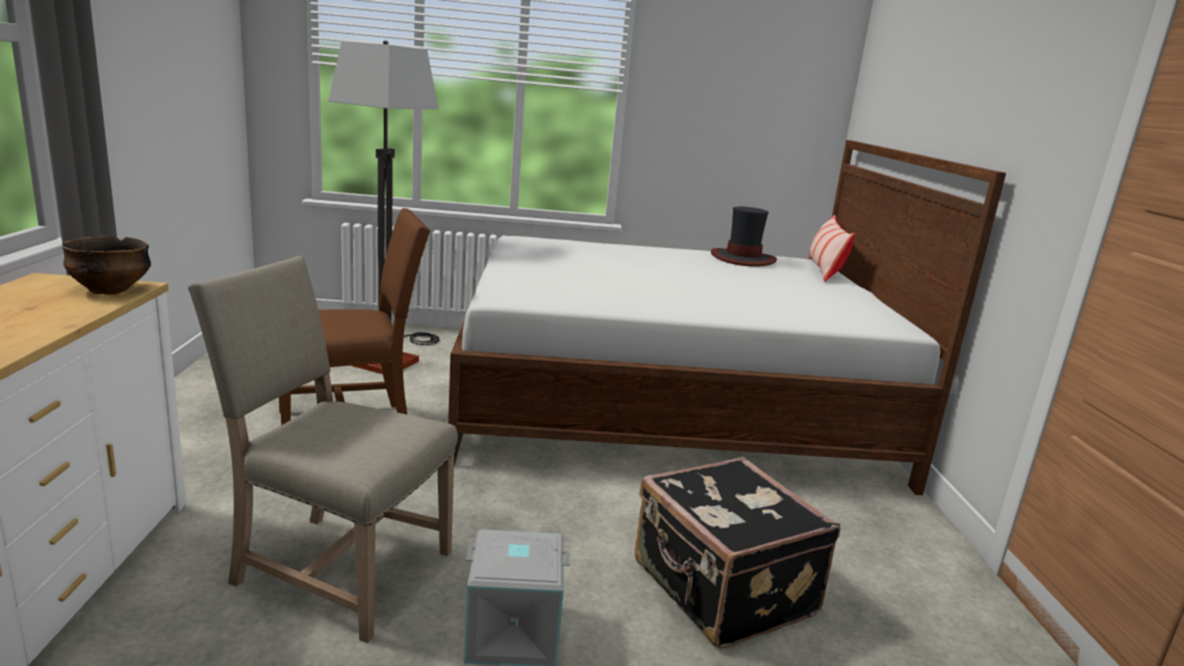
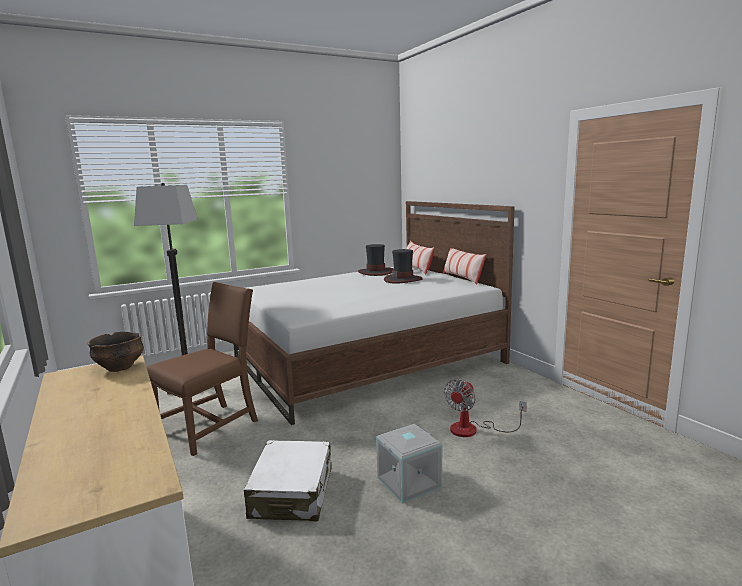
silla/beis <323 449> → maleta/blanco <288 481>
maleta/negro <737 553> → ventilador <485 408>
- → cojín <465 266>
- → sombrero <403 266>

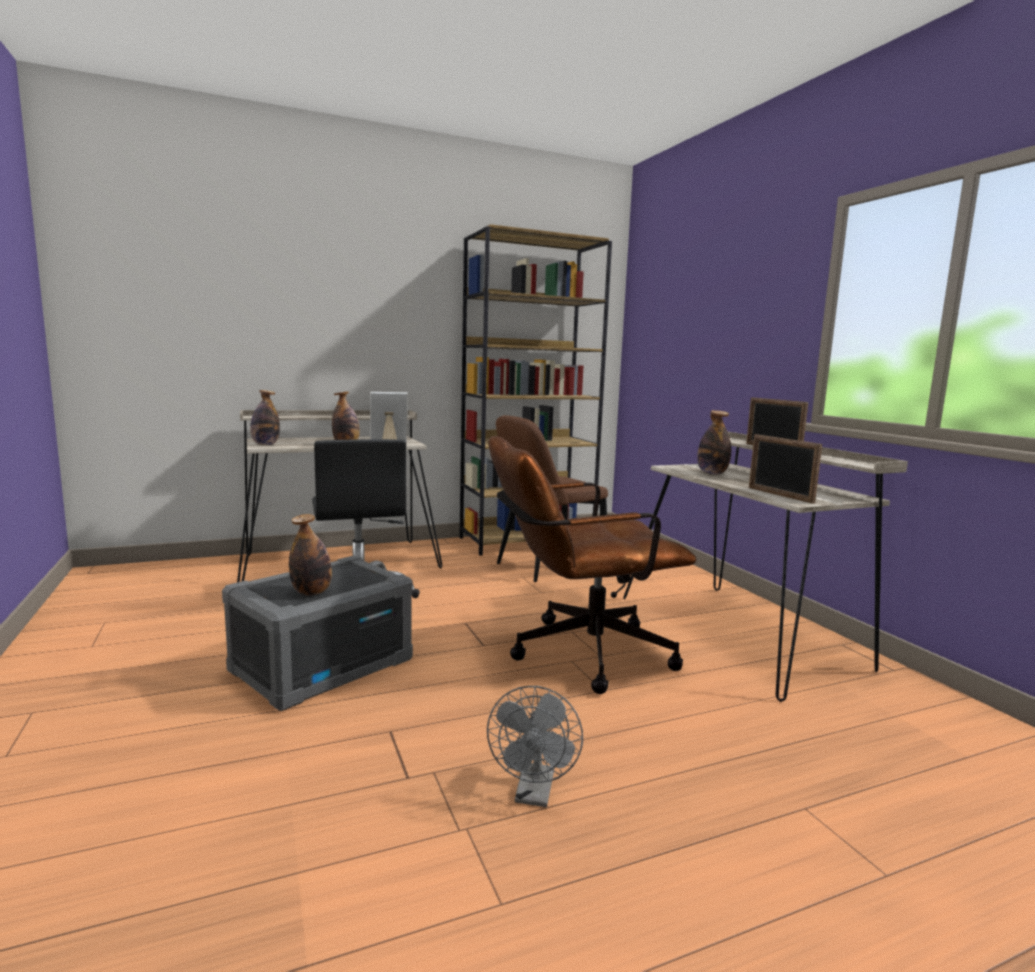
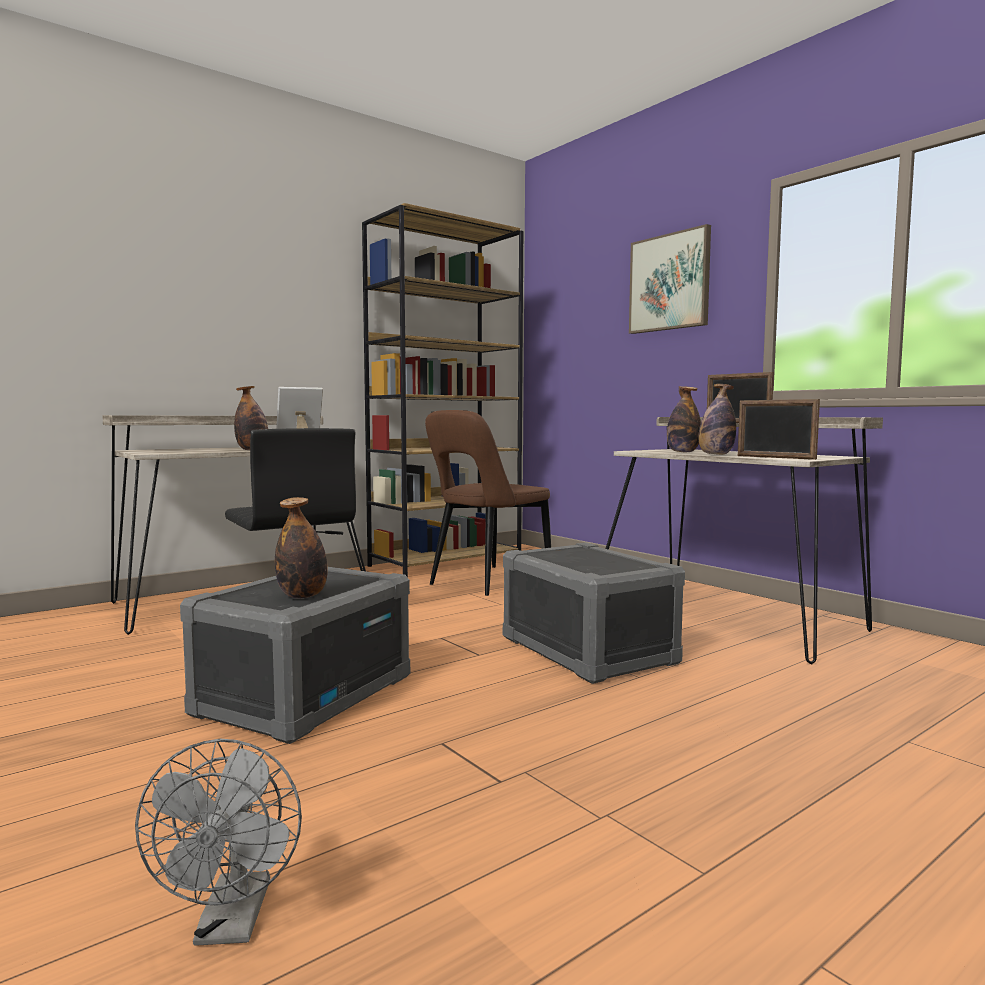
botella <265 417> → botella <717 419>, relocated
silla de oficina/marrón <592 565> → caja de almacenaje/gris <594 613>
ventilador/gris <535 746> → ventilador/gris <218 842>, relocated
- → cuadro <670 279>

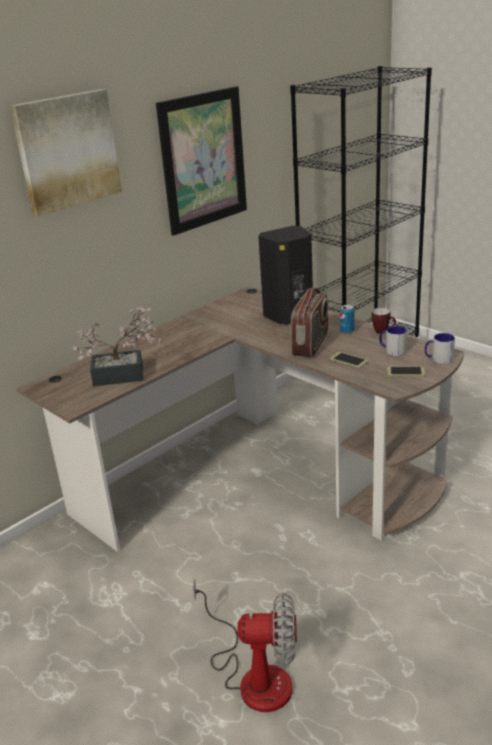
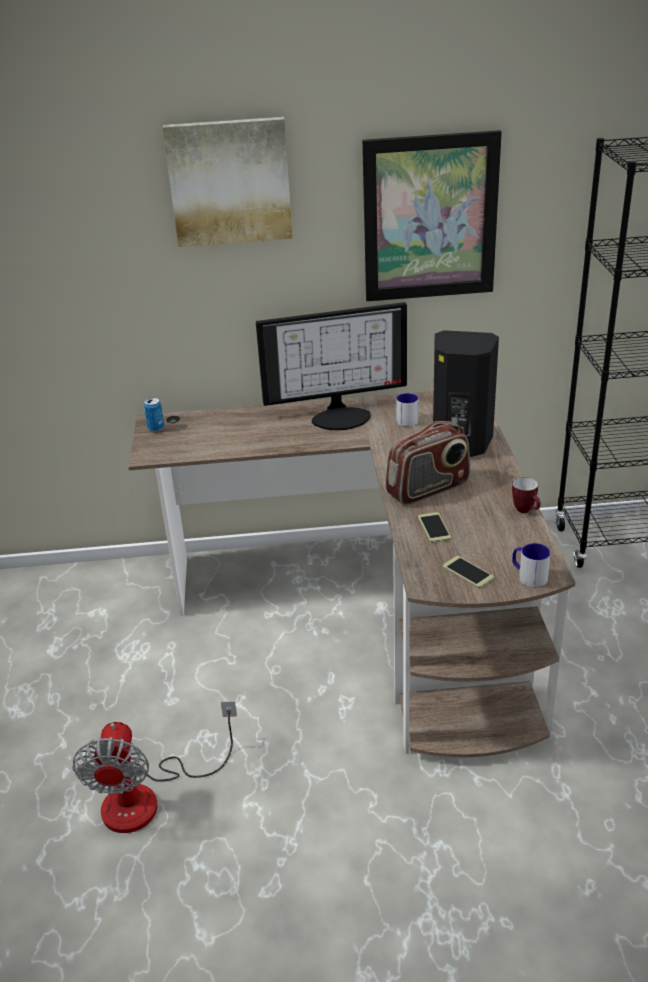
lata <347 319> → lata <154 414>, relocated
planta en maceta <117 346> → -
taza grande <393 341> → taza grande <407 410>, relocated
ventilador <245 645> → ventilador <154 767>, 45 degrees clockwise
- → monitor <331 366>

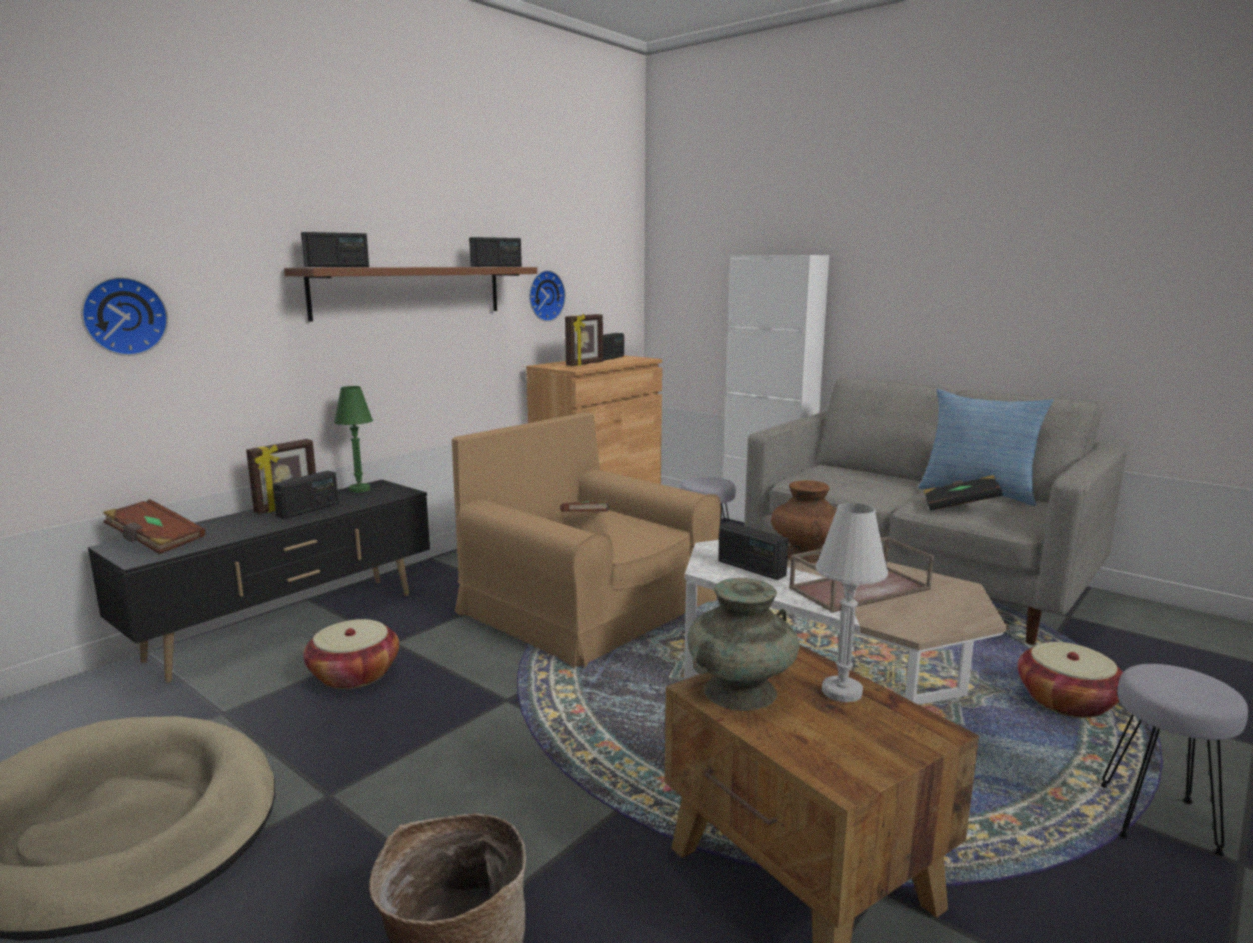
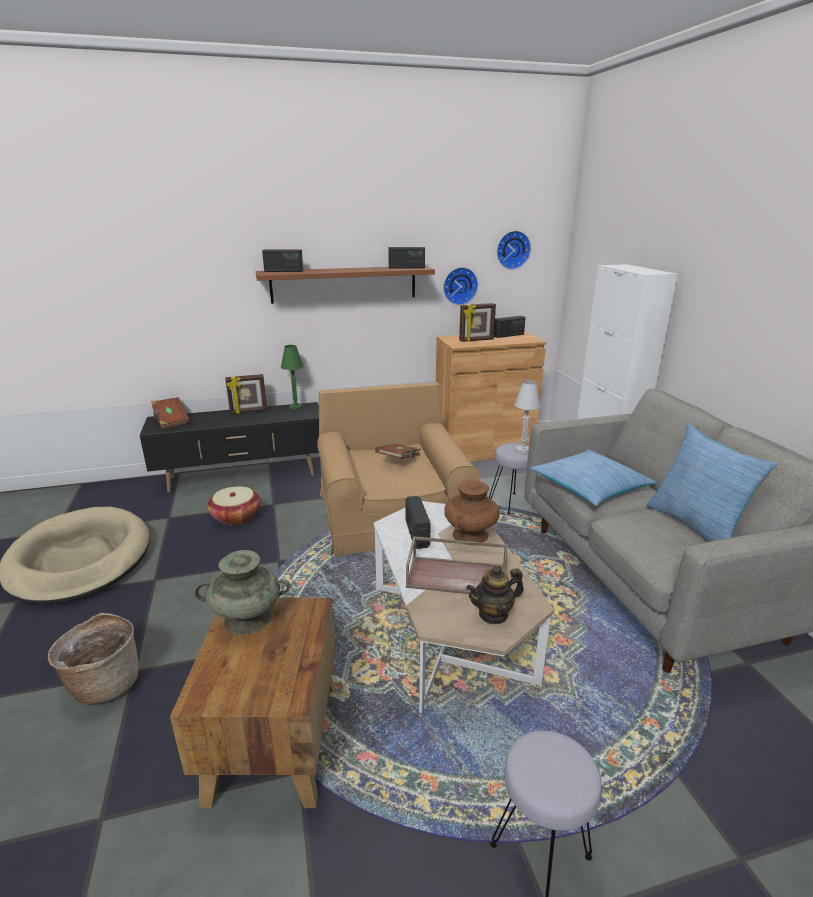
reloj de pared <124 316> → reloj de pared <514 250>, relocated
radio <306 494> → -
libro/negro <963 493> → -
lámpara de mesa/blanco <851 602> → lámpara de mesa/blanco <527 417>, relocated
cesta <1070 680> → -
- → cojín <593 477>
- → tetera <495 595>

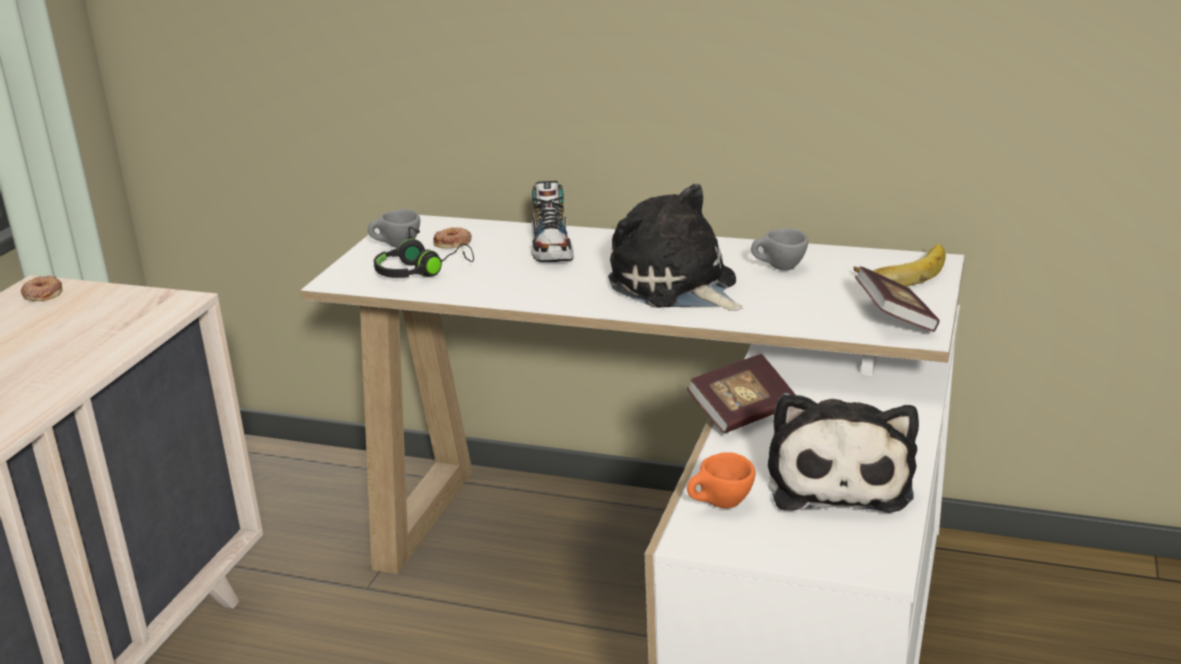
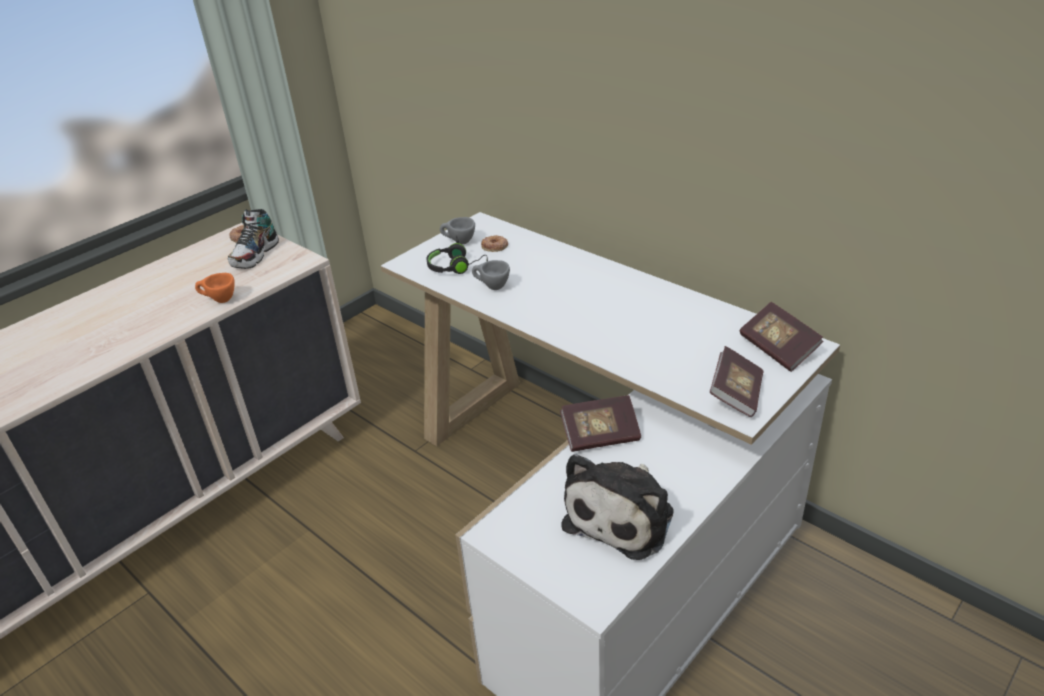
zapato <552 221> → zapato <253 239>, relocated
peluche <675 247> → -
taza/gris <779 249> → taza/gris <491 275>, relocated
plátano <900 265> → libro <781 337>
taza/naranja <721 480> → taza/naranja <215 288>, relocated

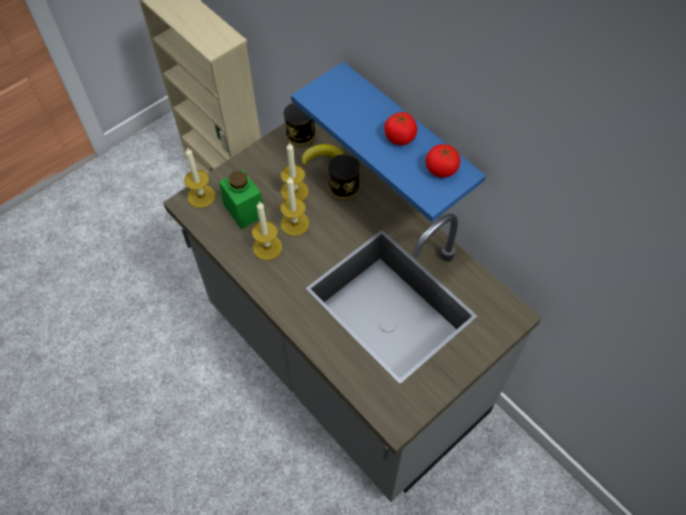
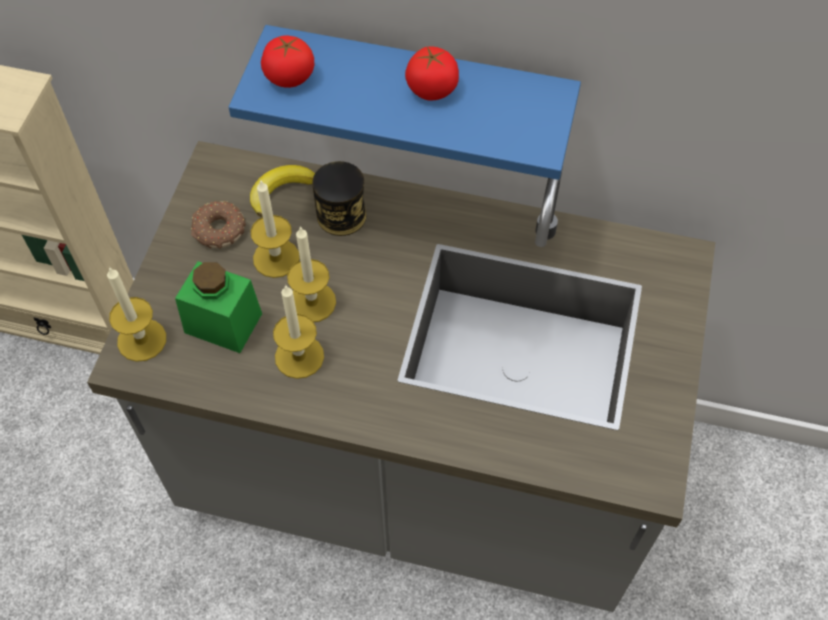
lata <299 124> → -
tomate <443 161> → tomate <287 61>, relocated
- → rosquilla <218 225>

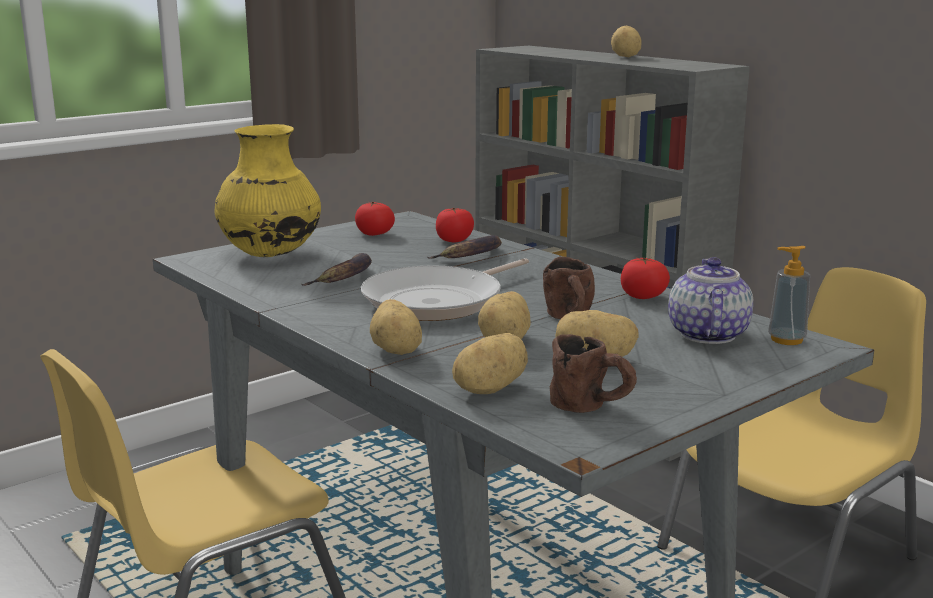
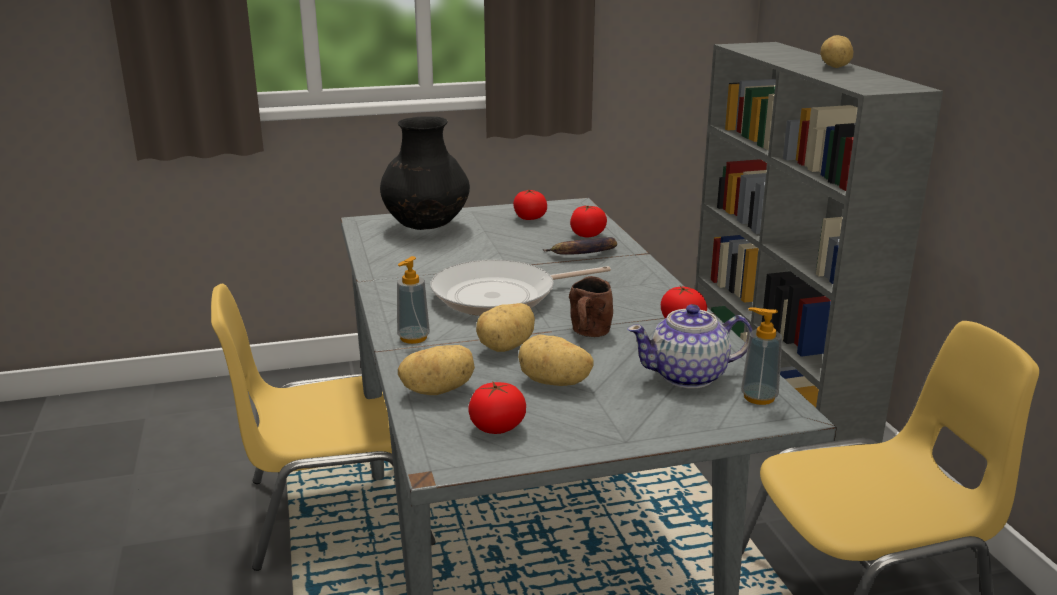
florero/amarillo <268 190> → florero/negro <425 173>
plátano <336 269> → -
tetera <711 300> → tetera <689 346>, 135 degrees counterclockwise
patata <396 327> → dispensador de jabón <413 300>
taza grande/marrón <593 373> → tomate <497 408>

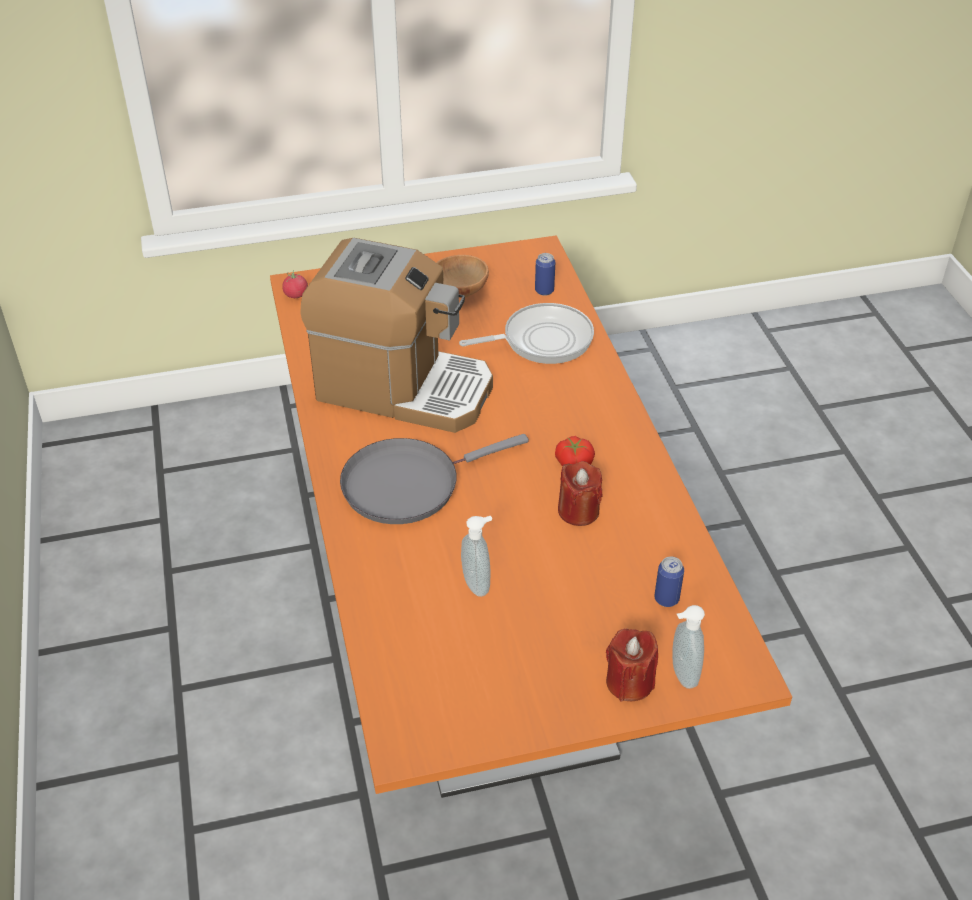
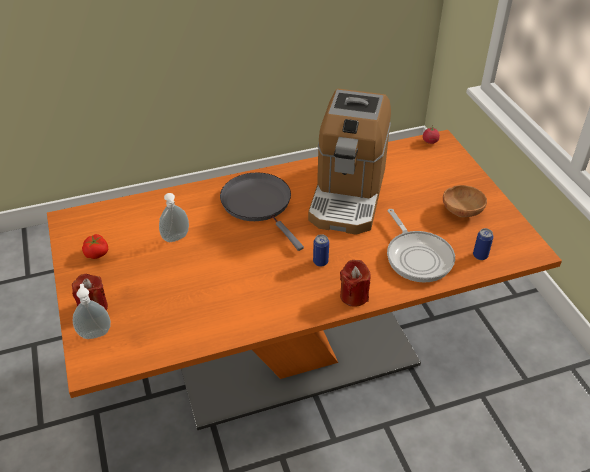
tomate <575 451> → tomate <95 246>, relocated
vela/rojo <580 493> → vela/rojo <355 283>, relocated
lata <669 582> → lata <321 250>, relocated

